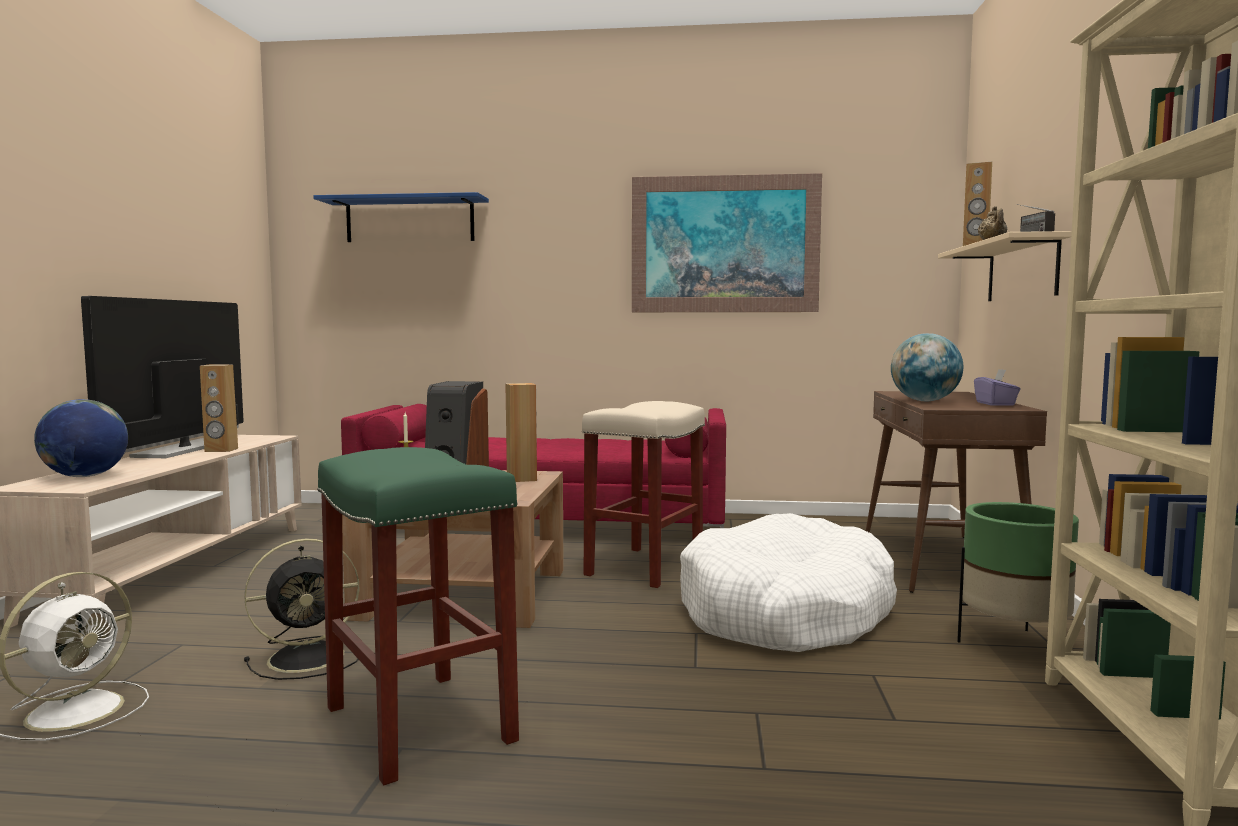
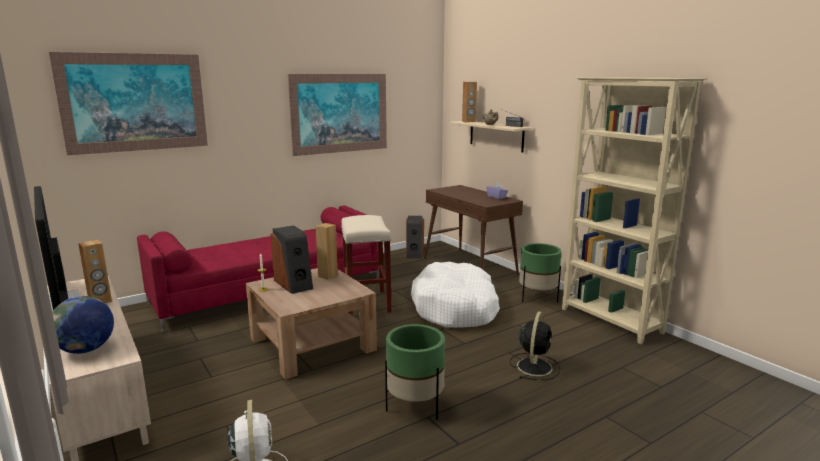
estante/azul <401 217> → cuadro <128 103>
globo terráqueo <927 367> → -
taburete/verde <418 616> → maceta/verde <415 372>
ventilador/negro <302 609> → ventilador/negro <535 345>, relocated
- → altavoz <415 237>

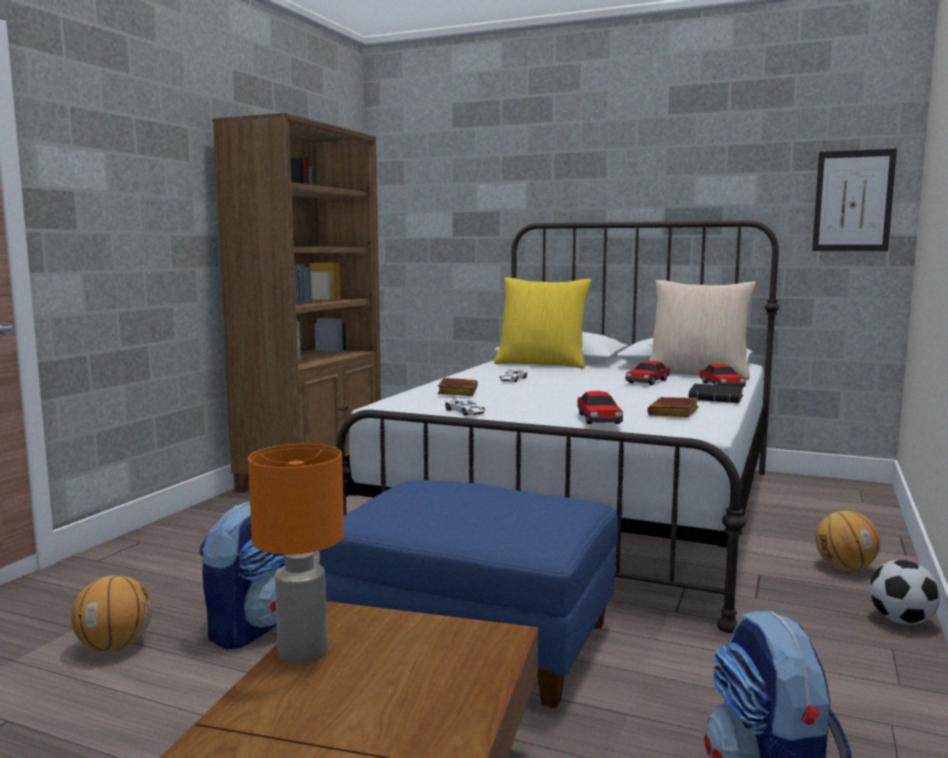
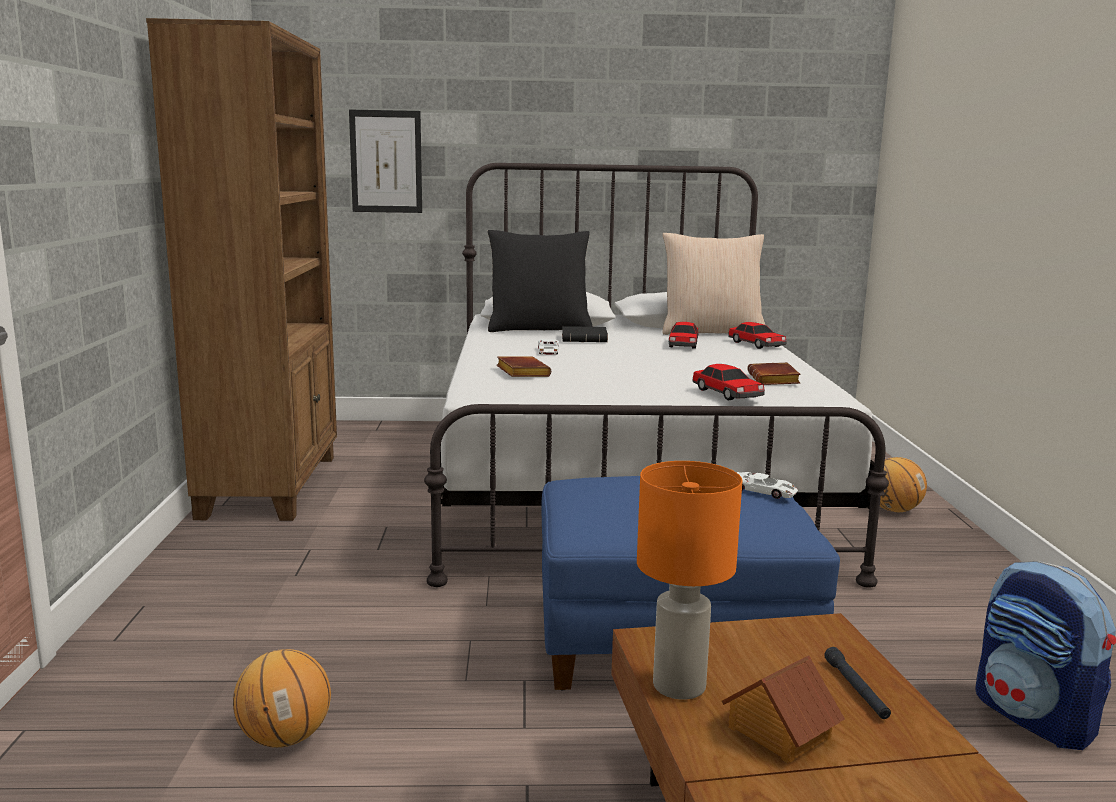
cuadro <854 200> → cuadro <385 161>, relocated
cojín/amarillo <543 323> → cojín/negro <540 281>
libro/negro <716 393> → libro/negro <585 334>, relocated
coche de juguete/blanco <465 406> → coche de juguete/blanco <767 485>, relocated
mochila <242 575> → -
balón de fútbol <905 592> → -
- → linterna/negro <857 683>
- → casita <783 709>

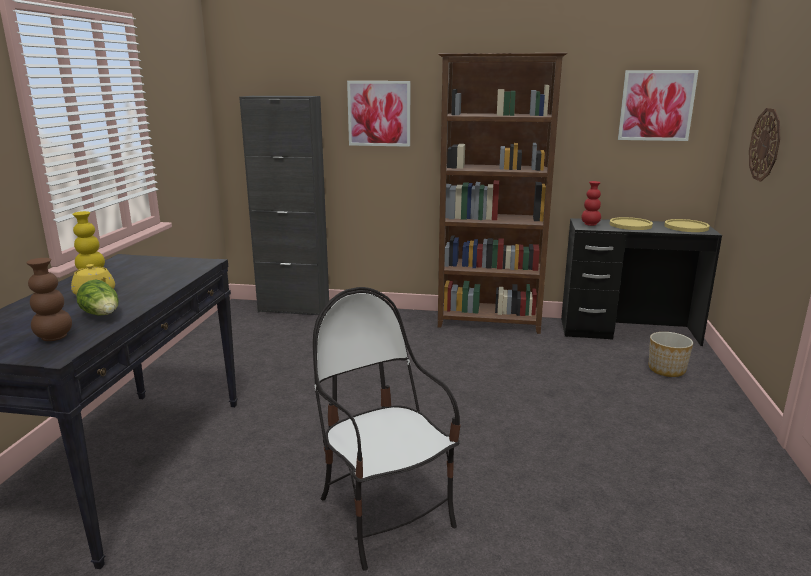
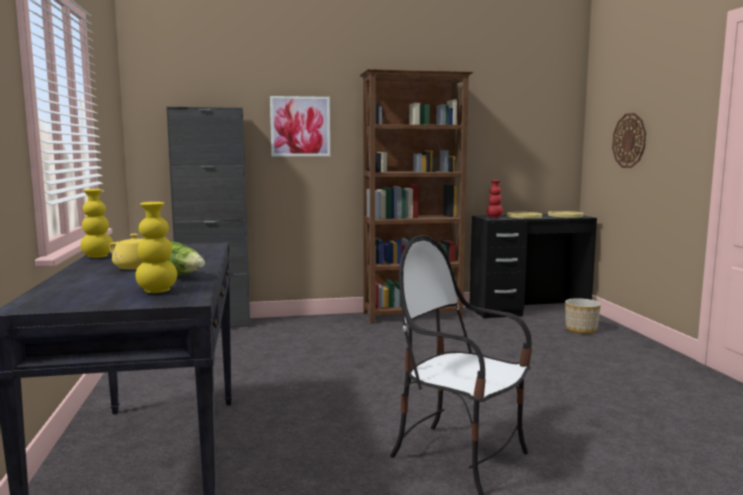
cuadro <658 105> → -
florero/marrón <49 299> → florero/amarillo <156 247>

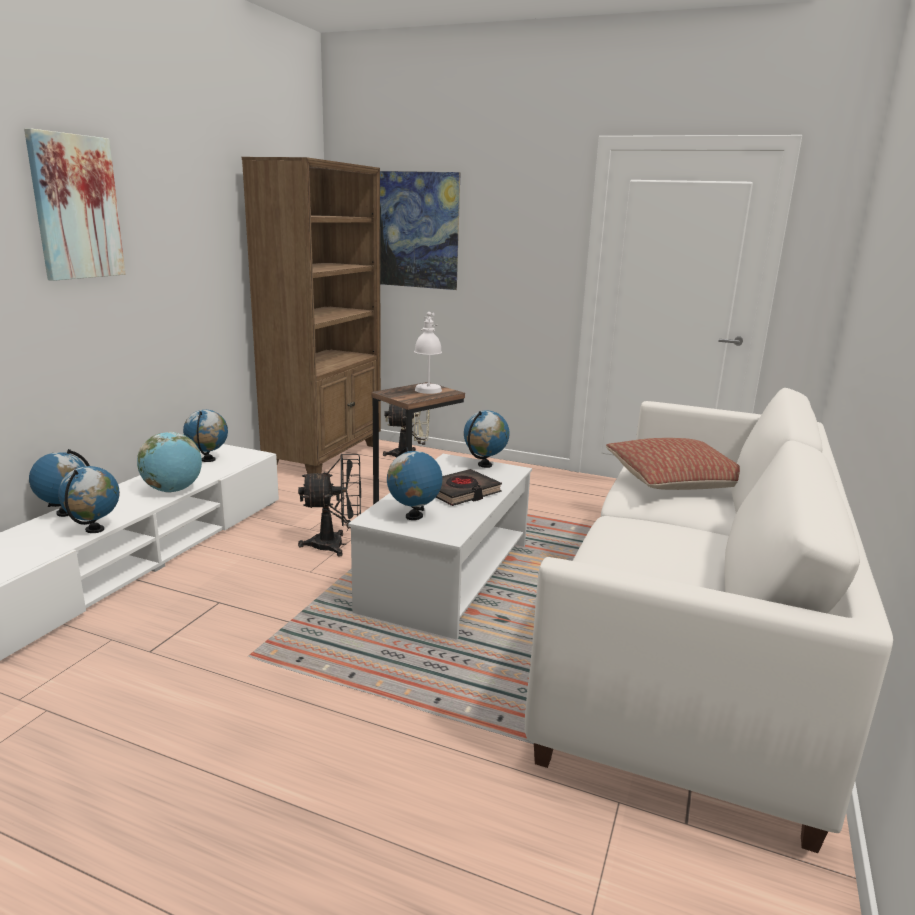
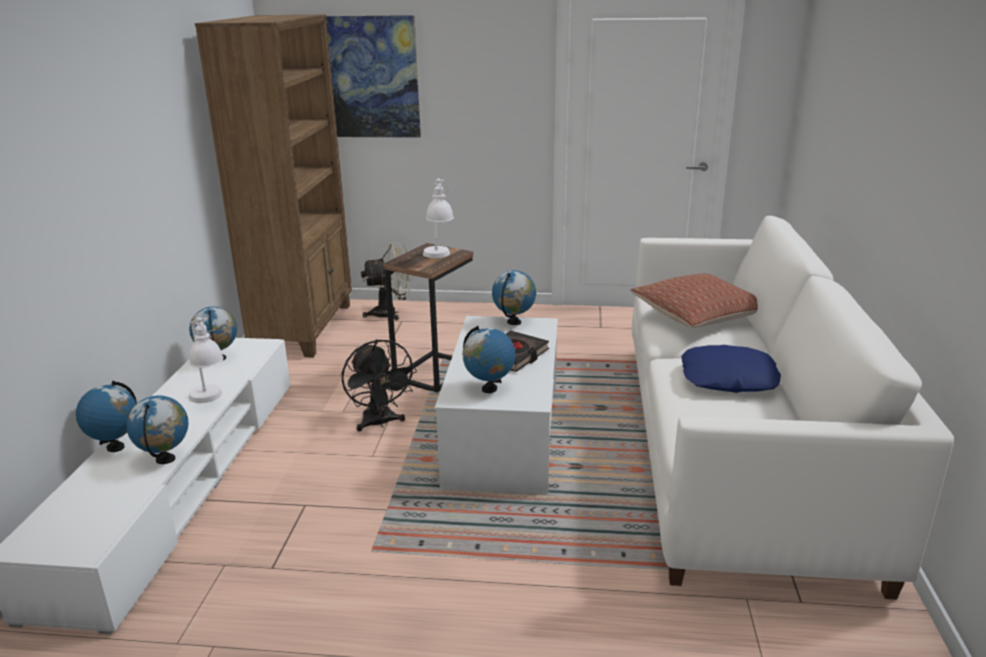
cuadro <75 204> → -
globo terráqueo <169 462> → lámpara de mesa/blanco <206 360>
ventilador/negro <329 505> → ventilador/negro <379 385>, 90 degrees clockwise
- → cojín/azul <731 369>

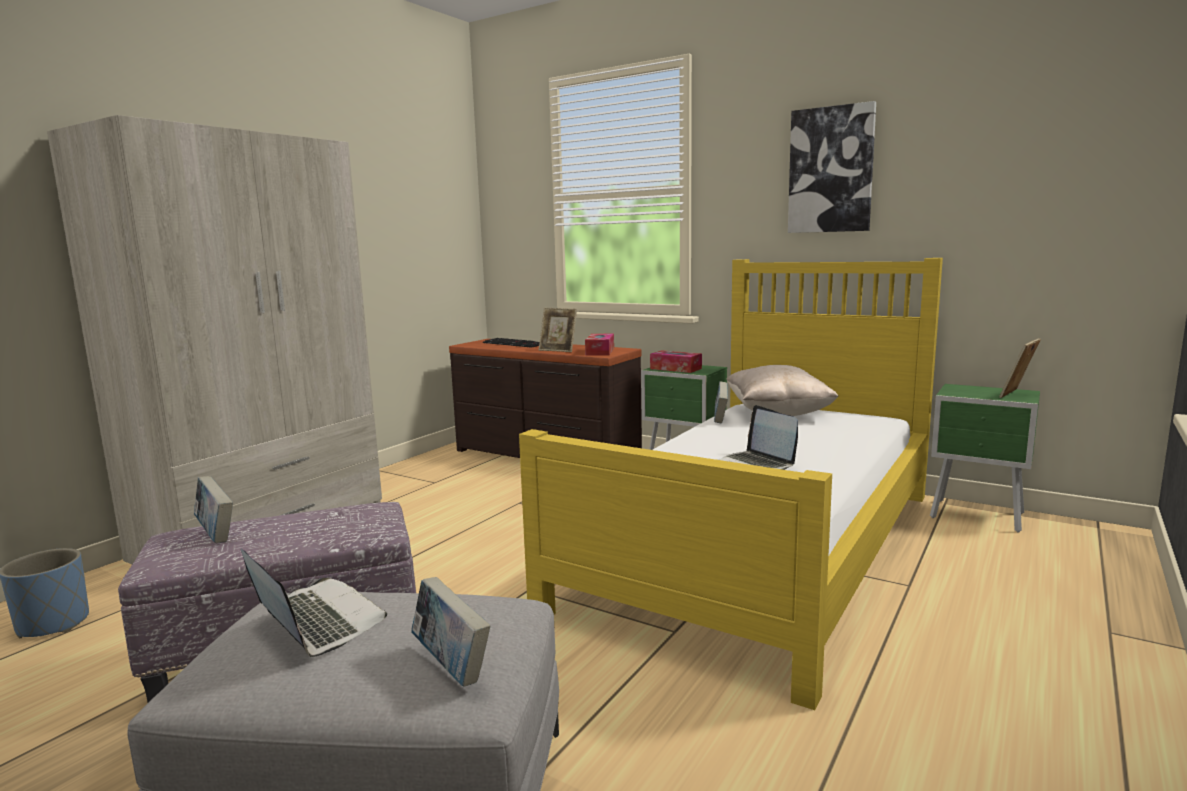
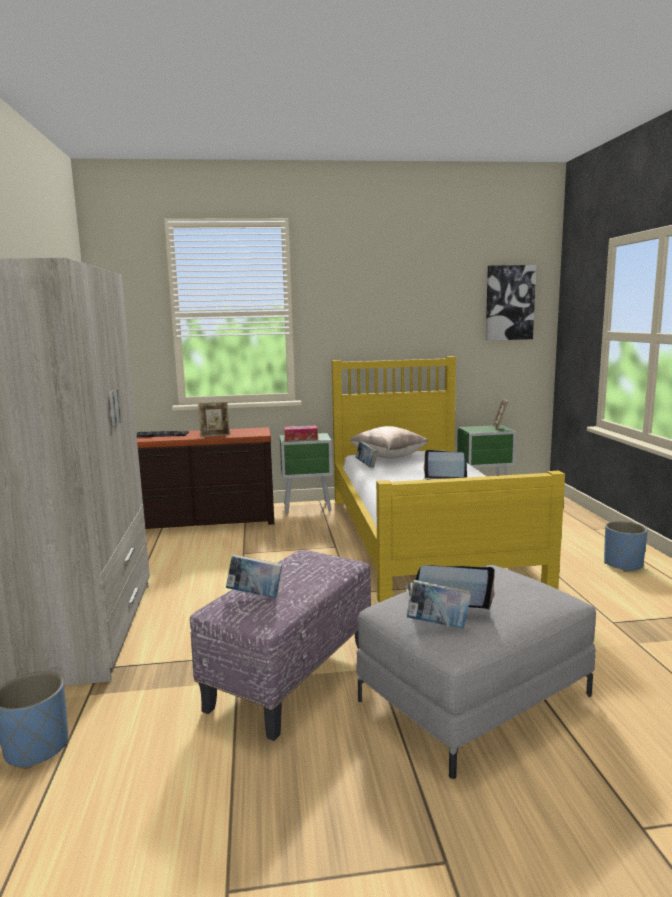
cuadro <832 167> → cuadro <511 303>, relocated
caja de pañuelos <599 345> → -
libro <450 632> → libro <439 604>, relocated
- → maceta/azul <626 546>

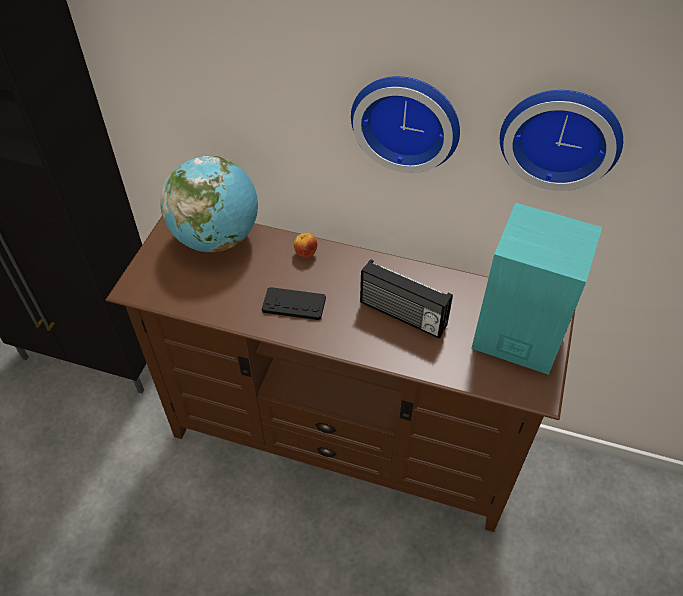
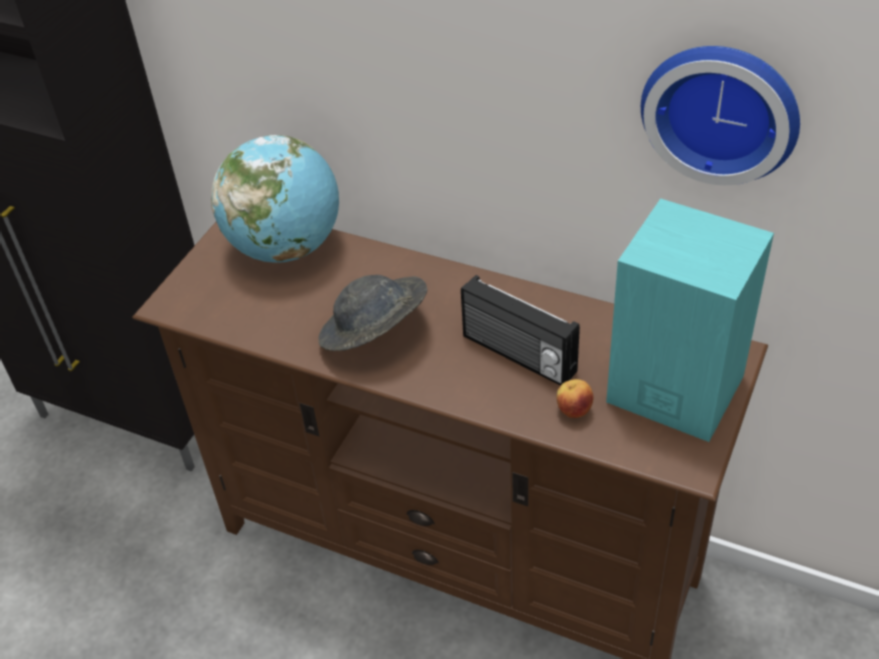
reloj de pared <405 124> → -
manzana <305 245> → manzana <575 398>, relocated
mando de consola/negro <294 303> → sombrero/gris <372 313>

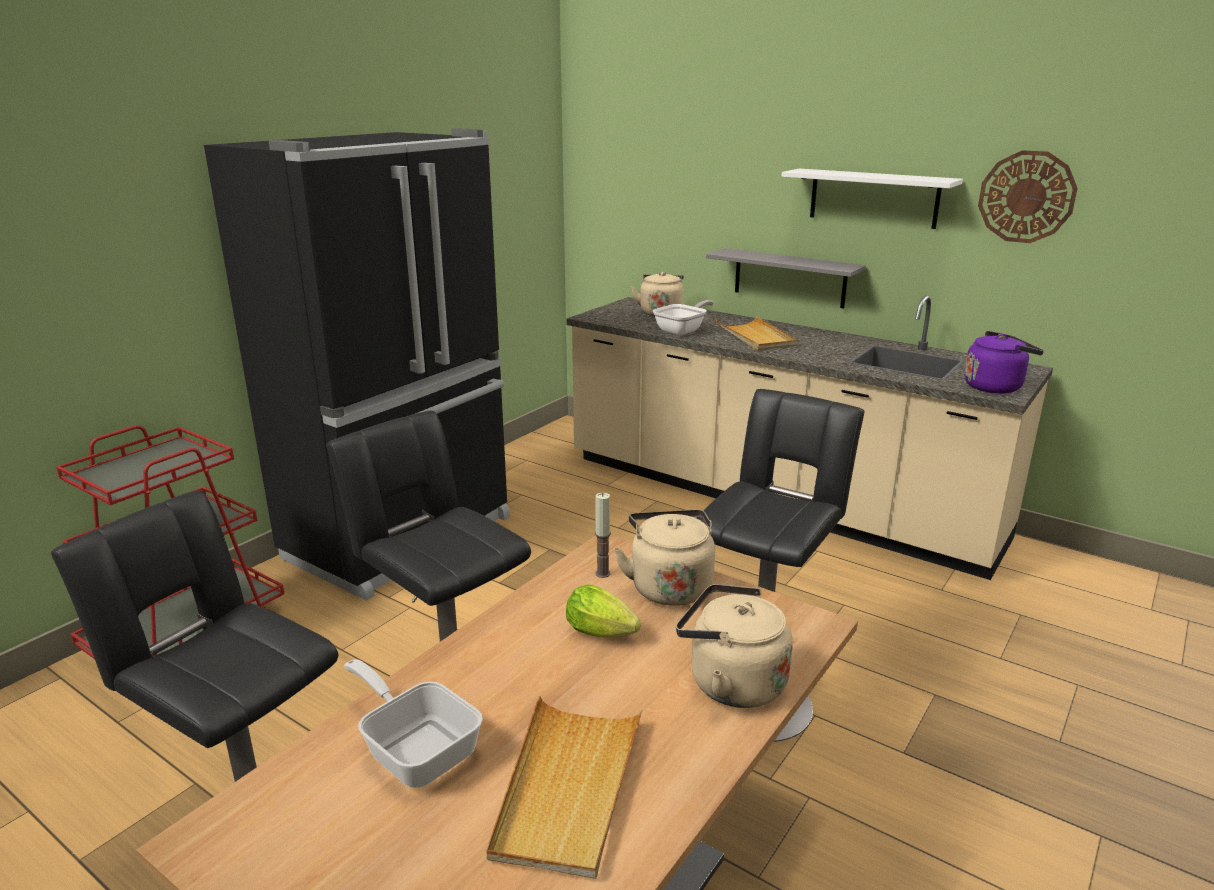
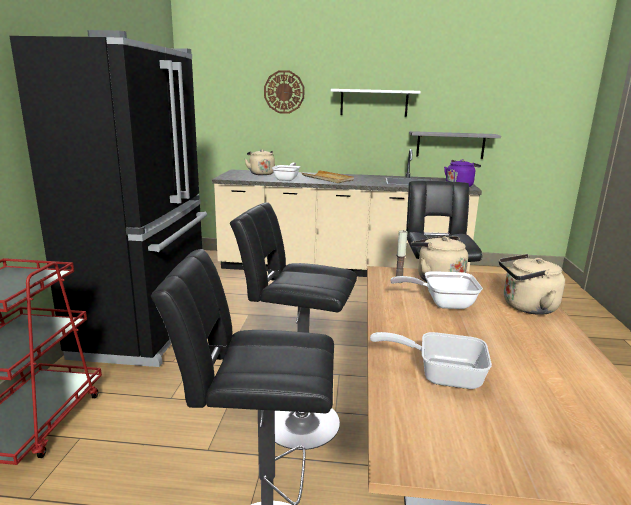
reloj de pared <1028 196> → reloj de pared <284 92>, relocated
estante/gris <786 278> → estante/gris <455 145>, relocated
lechuga <603 611> → sartén <436 290>
bandeja/beis <564 787> → -

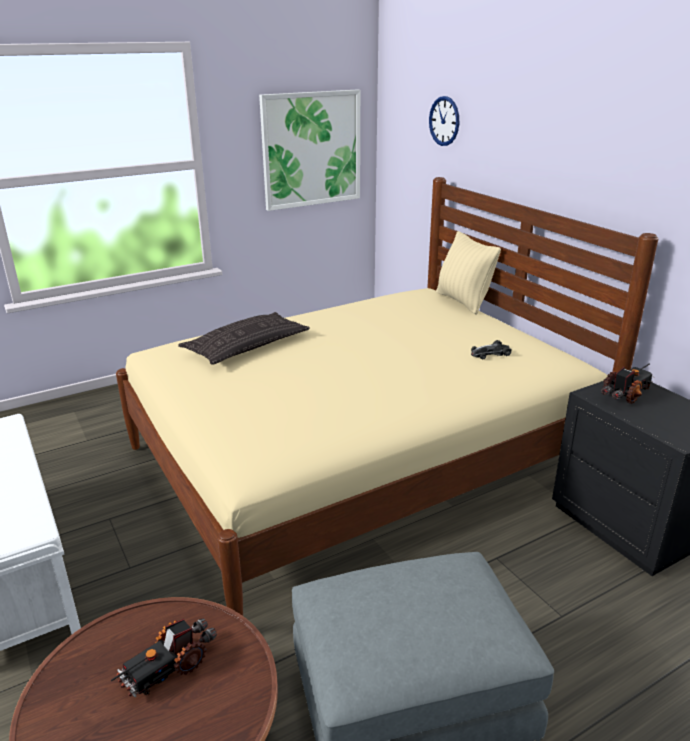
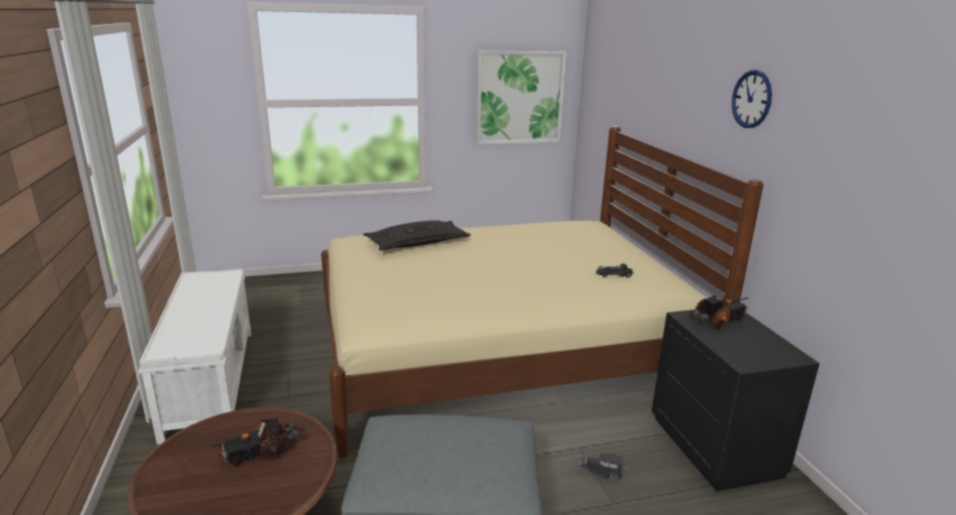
reloj de pared <444 121> → reloj de pared <752 99>, relocated
cojín/beis <468 273> → -
- → camión de juguete <604 467>

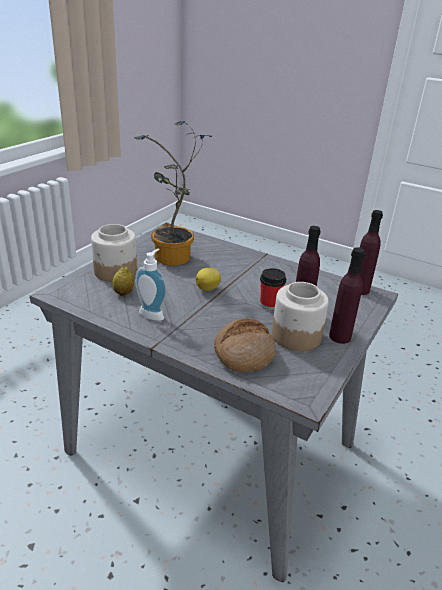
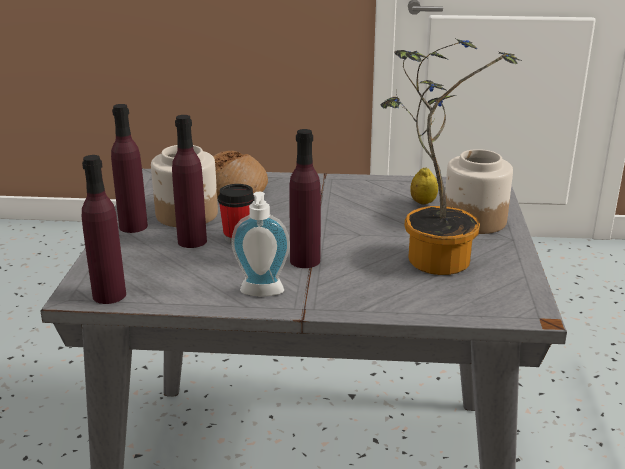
dispensador de jabón <151 284> → dispensador de jabón <260 244>, relocated
limón <208 279> → -
- → botella/morado <305 198>

